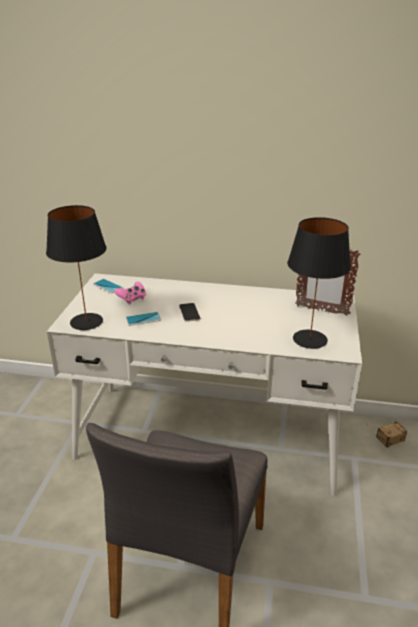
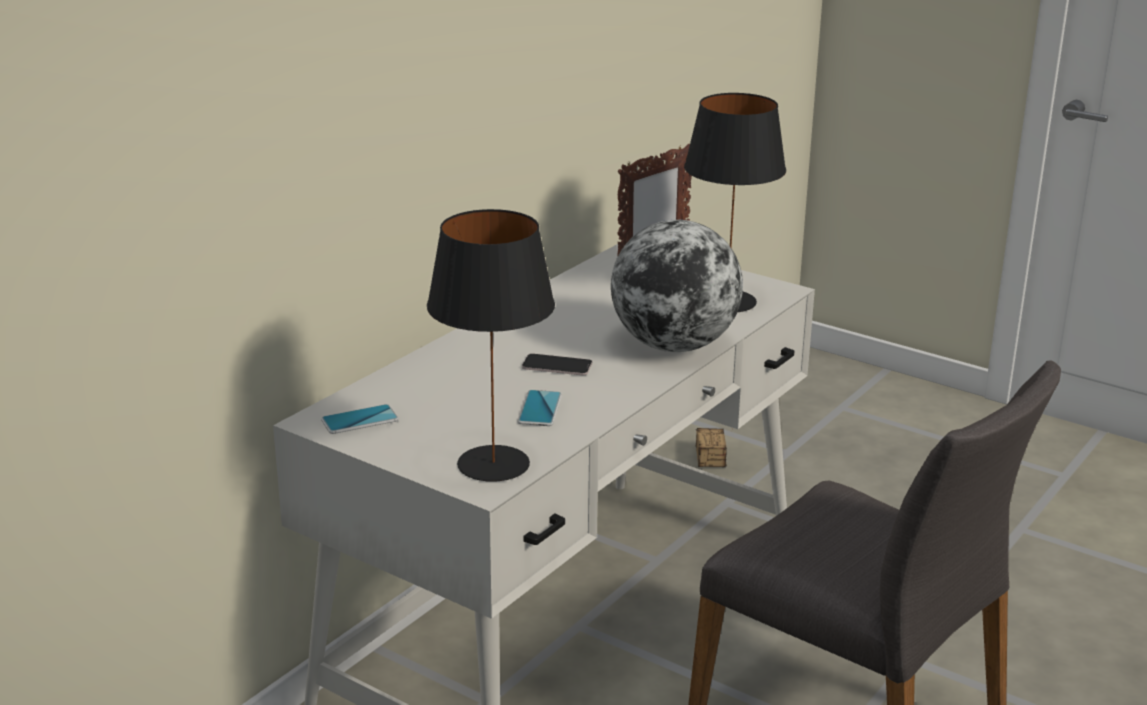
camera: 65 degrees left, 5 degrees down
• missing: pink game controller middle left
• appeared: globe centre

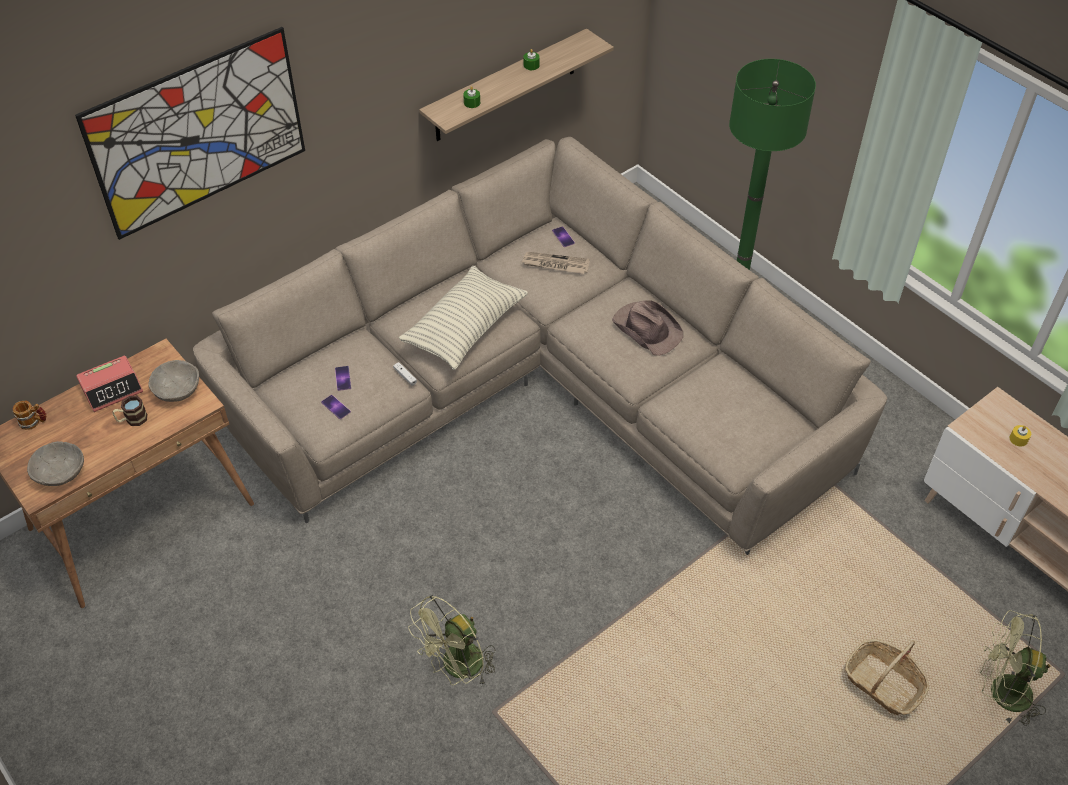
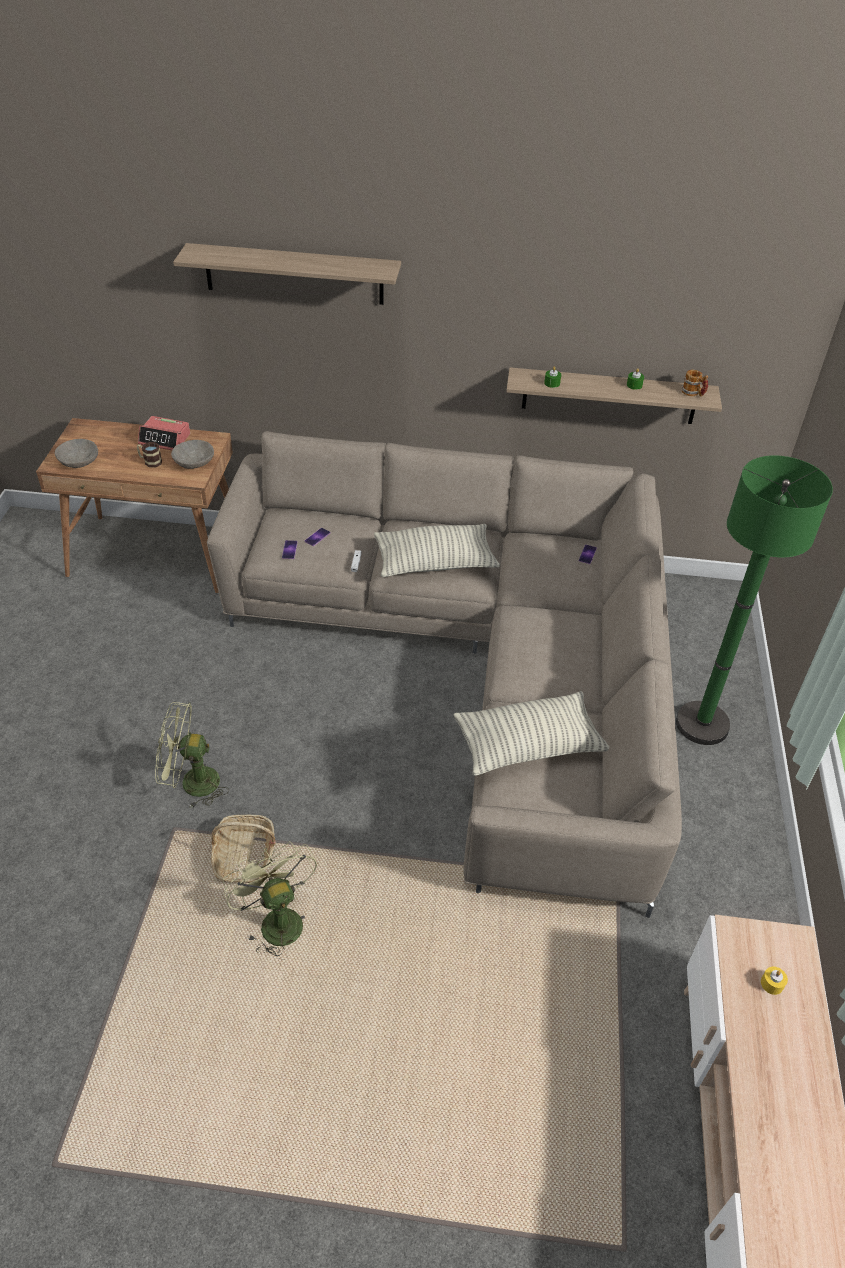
camera: 45 degrees right, 5 degrees down
• exchanged: picture top left to shelf (no. 1 from left) top centre
• missing: newspaper centre
• missing: brown hat centre
• relocated: mug (no. 1 from left in the first image) middle left to mug (no. 2 from left) top right
• relocated: green fan (no. 2 from left) bottom right to bottom left
• relocated: basket bottom right to bottom left
• appeared: pillow (no. 2 from left) centre

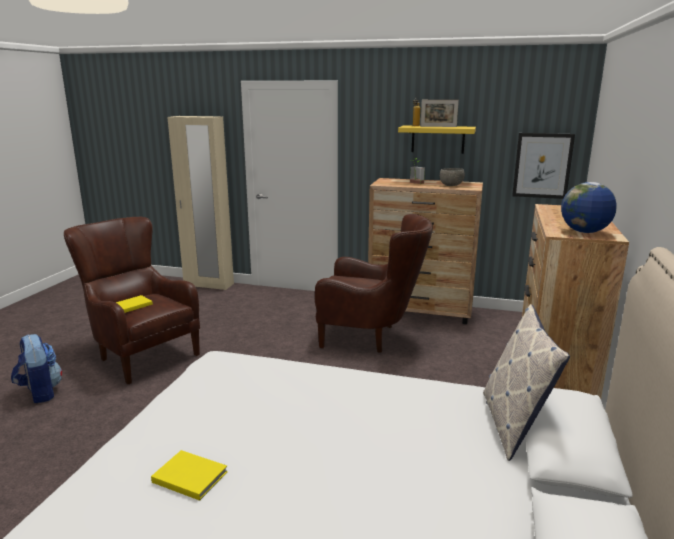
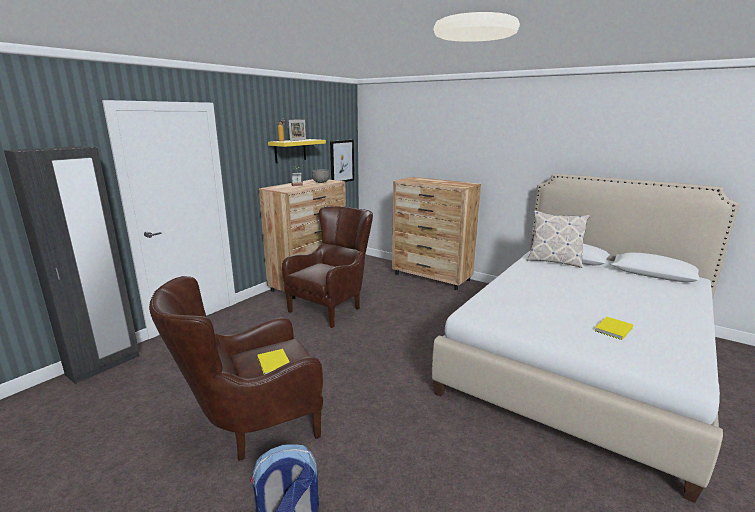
camera: 70 degrees left, 0 degrees up
• colour: beige wardrobe middle left to black wardrobe middle left
• missing: globe middle right

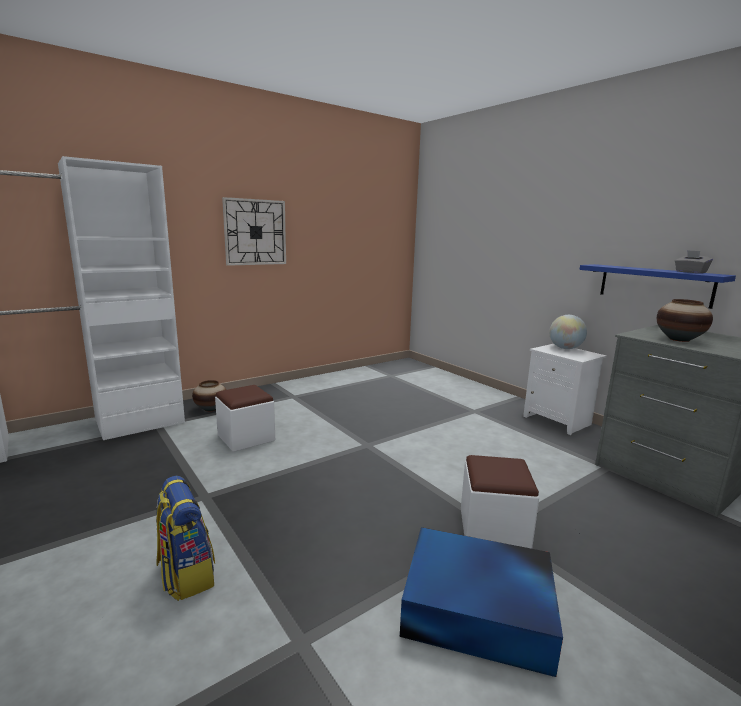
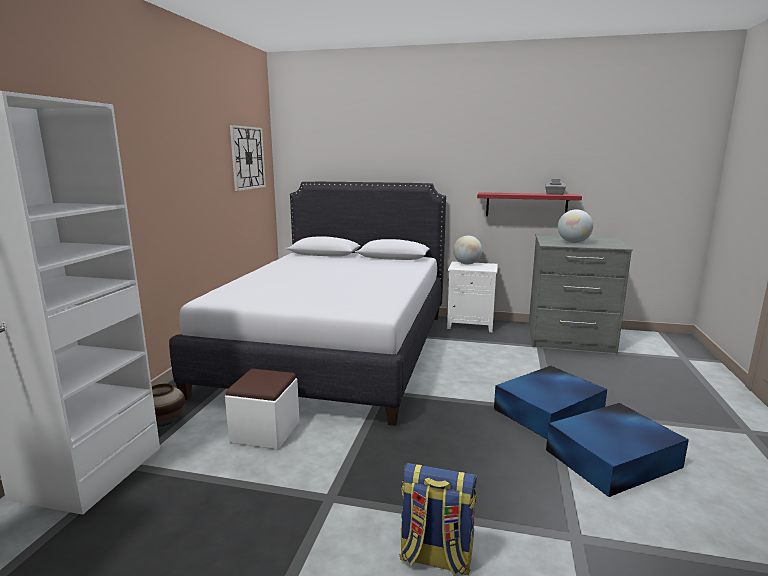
camera: 40 degrees left, 0 degrees up
• relocated: wall clock top centre to top left
• colour: blue shelf middle right to red shelf middle right
• exchanged: vase (no. 2 from left) middle right to globe (no. 2 from left) middle right
• exchanged: white ottoman (no. 2 from left) bottom right to blue storage box (no. 1 from left) bottom right
• appeared: white bed centre

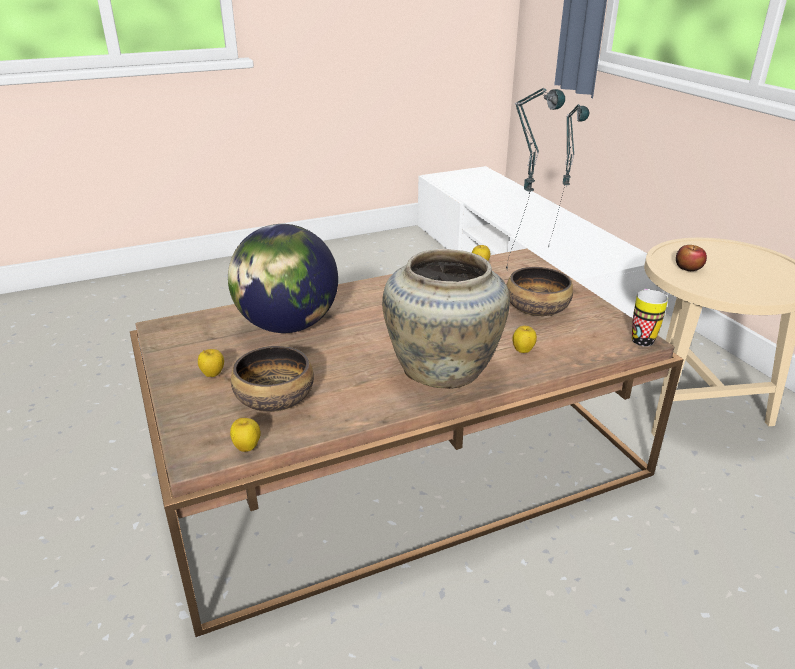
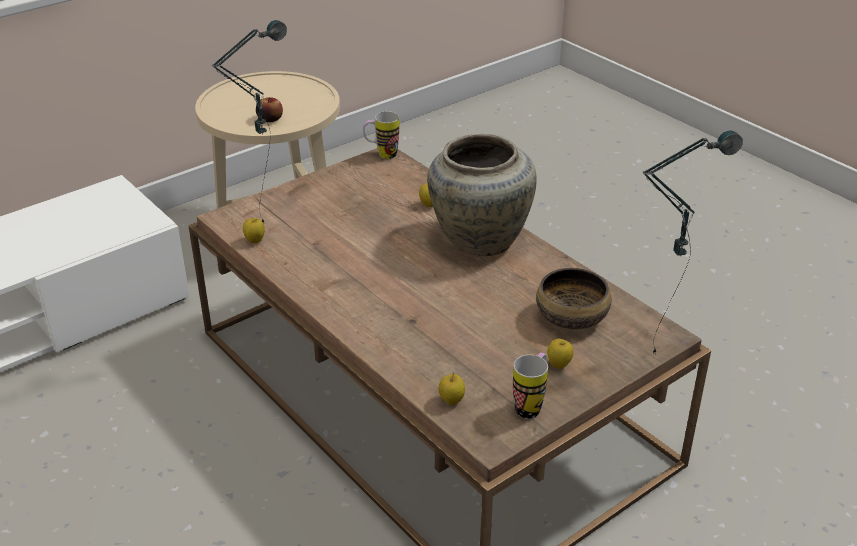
camera: 105 degrees left, 5 degrees up
• relocated: table lamp (no. 2 from left) top right to middle right
• missing: globe centre
• missing: bowl (no. 2 from left) middle right
• relocated: apple (no. 2 from left in the first image) middle left to apple (no. 4 from left) bottom centre
• appeared: mug (no. 2 from left) bottom centre

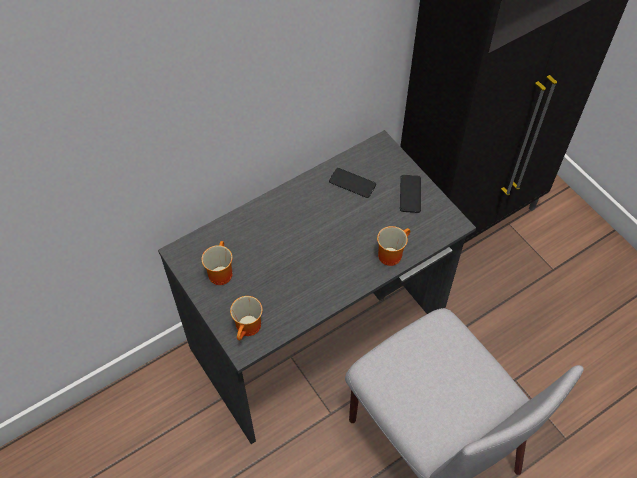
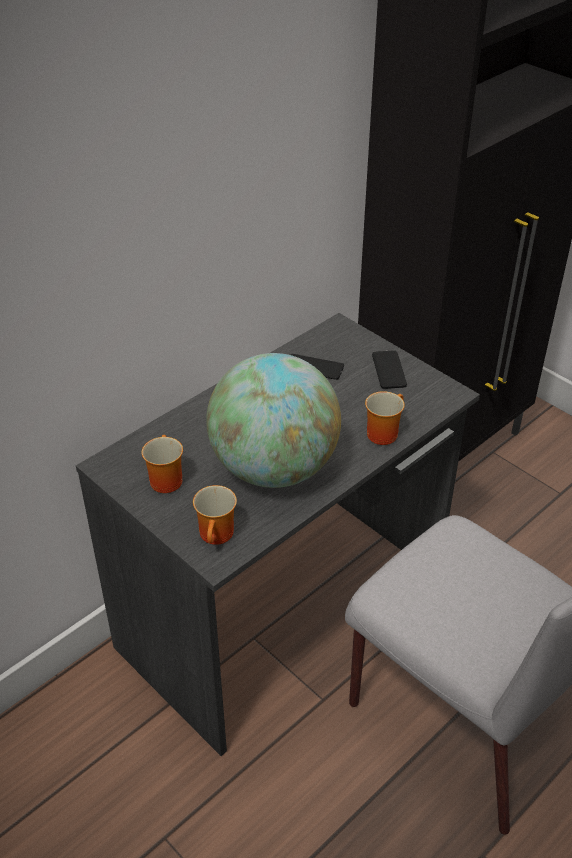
camera: 10 degrees left, 15 degrees down
• appeared: globe centre

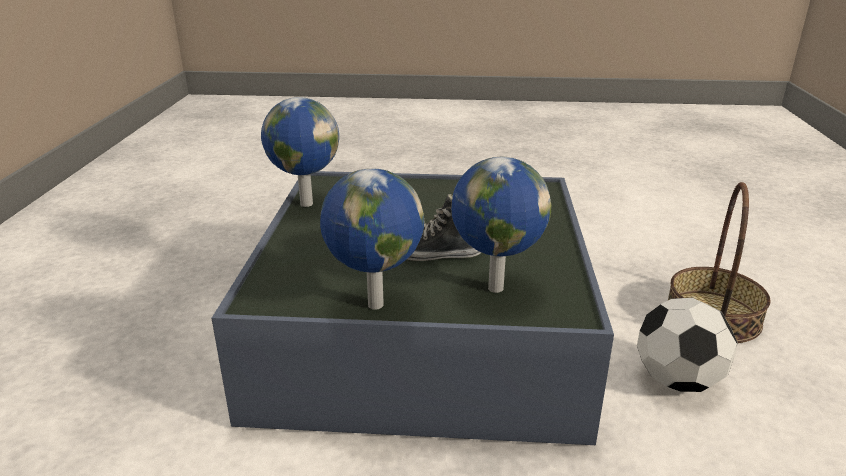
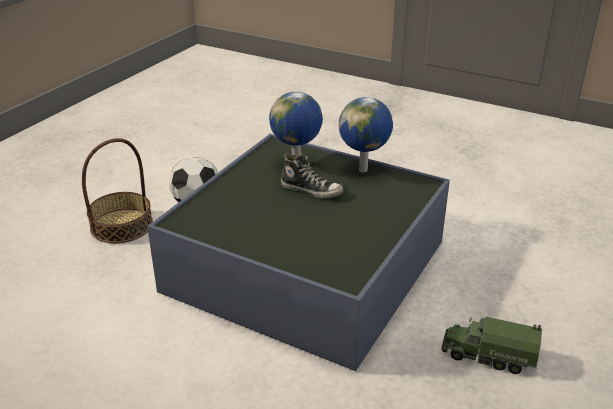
camera: 155 degrees left, 5 degrees up
• missing: globe (no. 1 from left) top centre
• appeared: toy truck bottom right

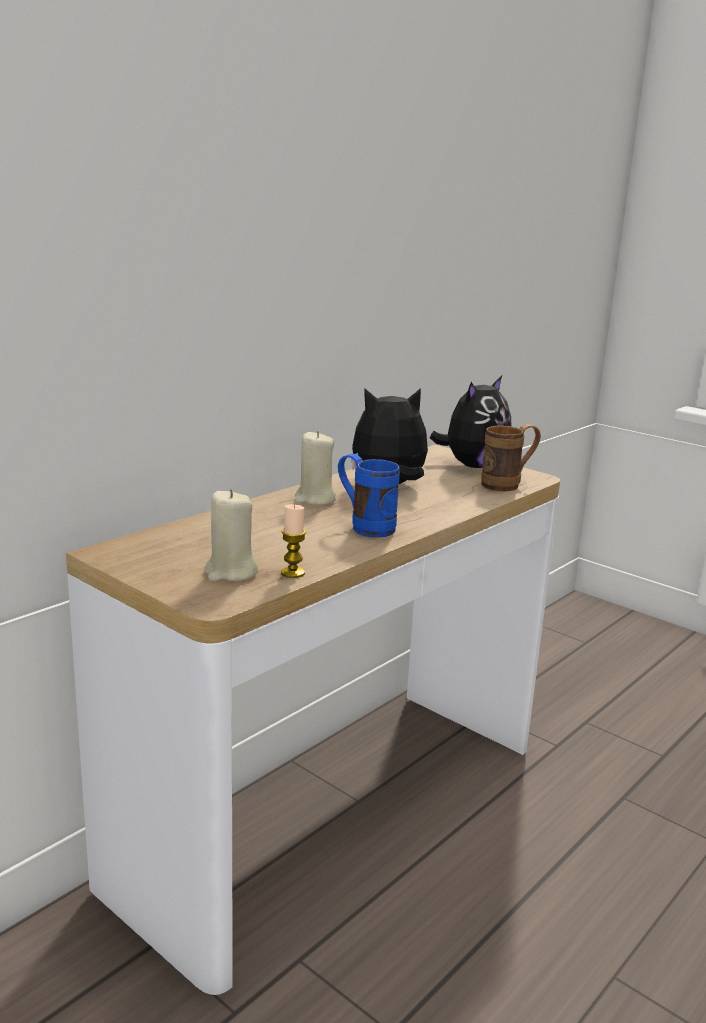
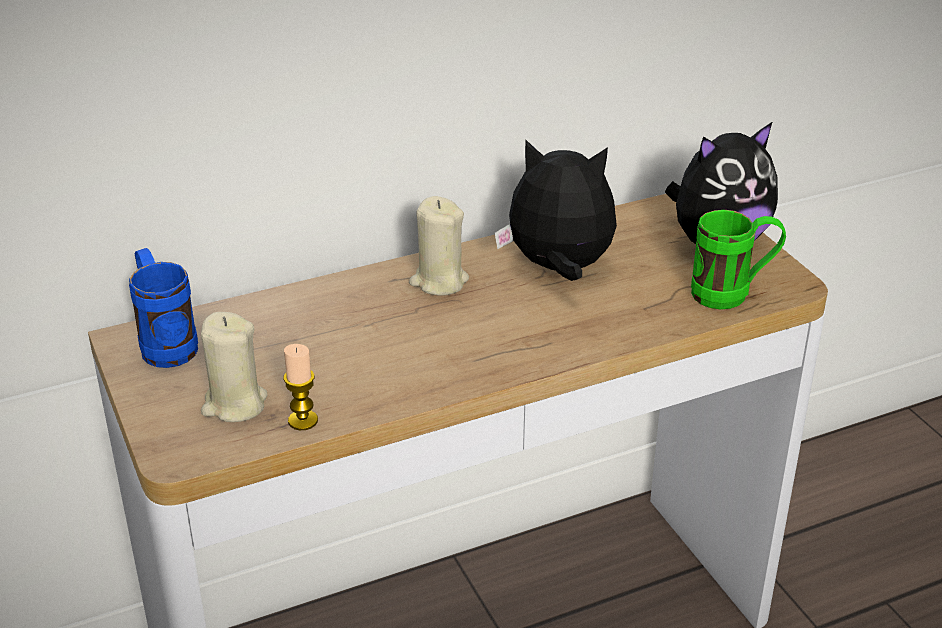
camera: 25 degrees right, 15 degrees up
• colour: brown mug middle right to green mug middle right
• relocated: blue mug centre to middle left

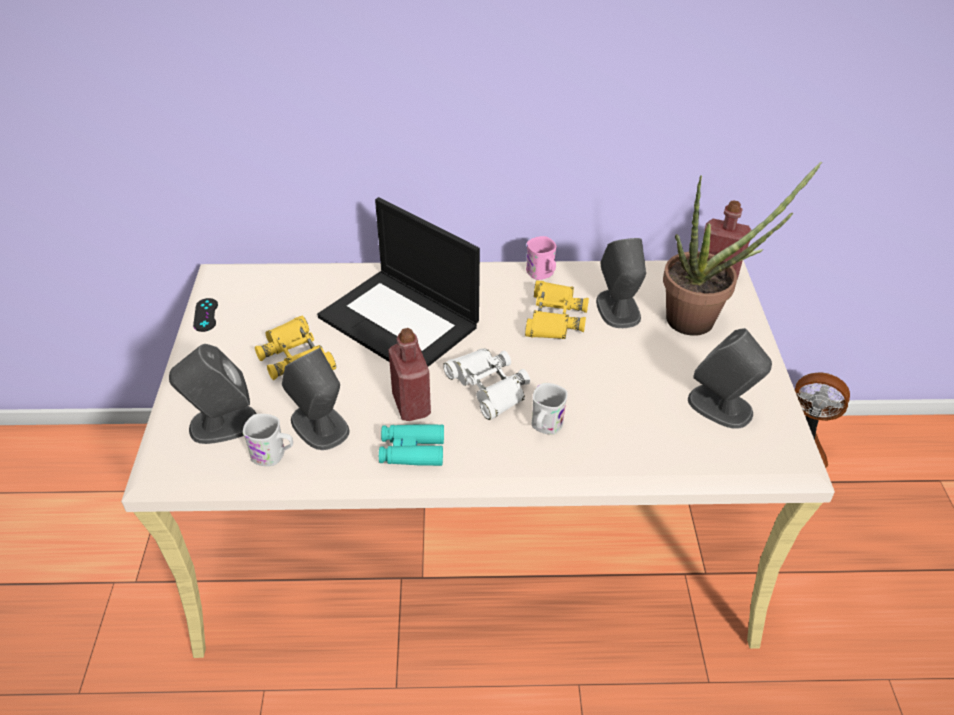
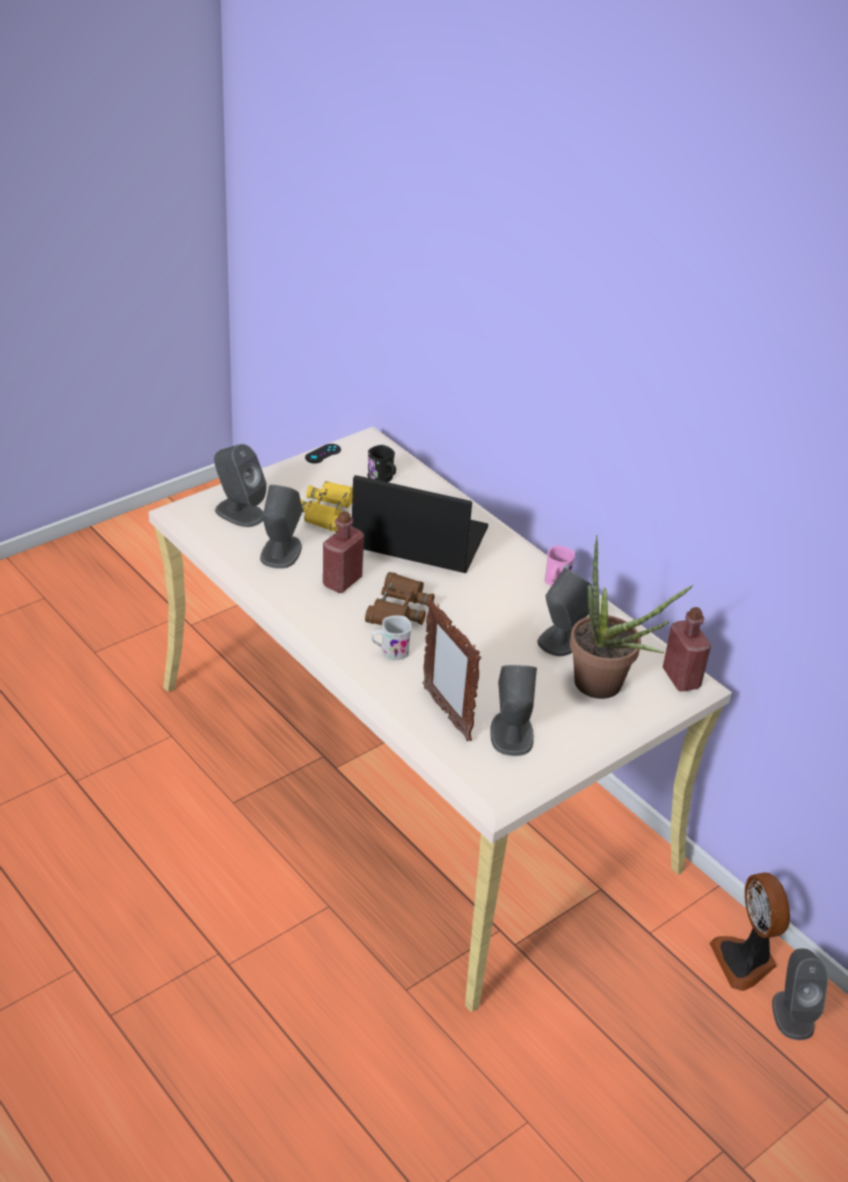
camera: 50 degrees right, 5 degrees down
• spun: laptop centre = centre 105 degrees clockwise
• missing: yellow binoculars (no. 2 from left) centre
• colour: white binoculars centre to brown binoculars centre
• missing: white mug (no. 1 from left) middle left
• missing: turquoise binoculars centre
• appeared: black mug centre
• appeared: picture frame centre
• appeared: grey speaker (no. 5 from left) bottom right

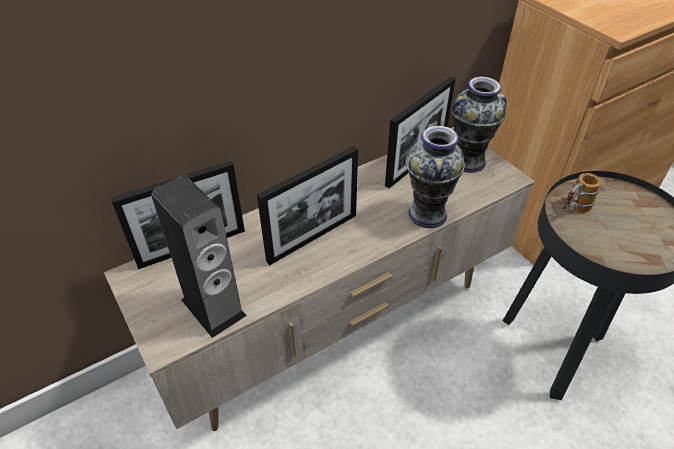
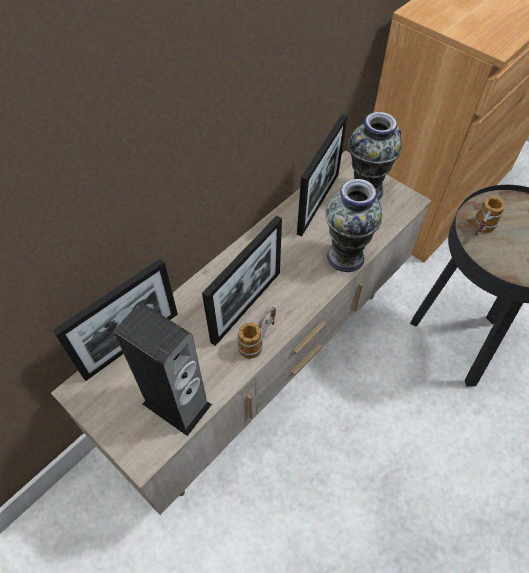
camera: 15 degrees left, 10 degrees up
• appeared: mug (no. 1 from left) centre

